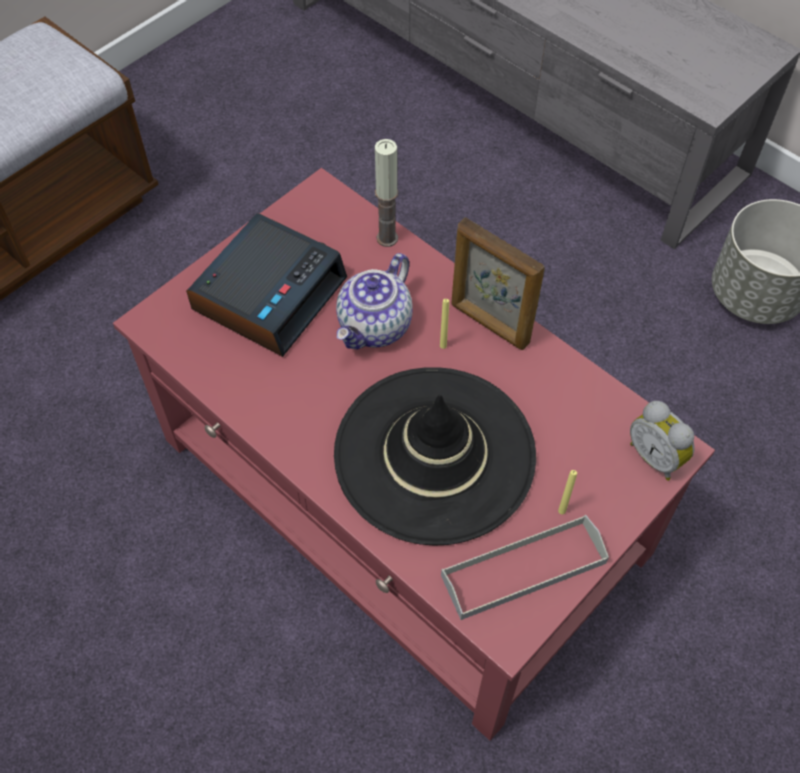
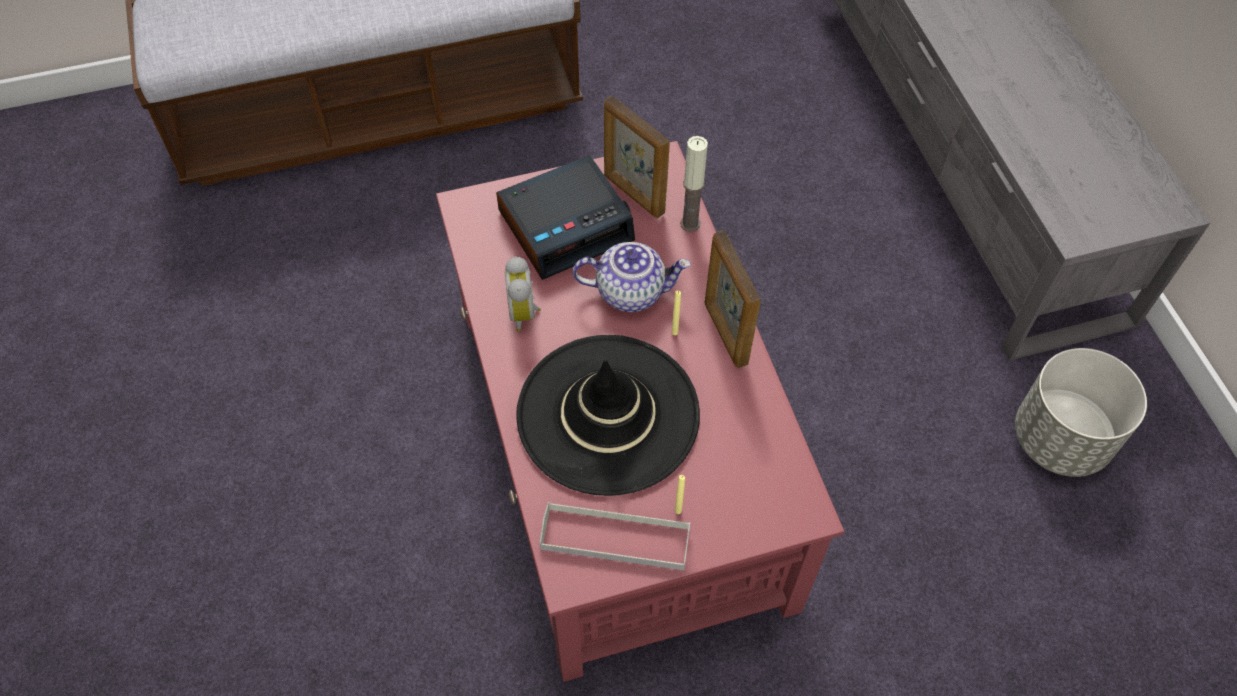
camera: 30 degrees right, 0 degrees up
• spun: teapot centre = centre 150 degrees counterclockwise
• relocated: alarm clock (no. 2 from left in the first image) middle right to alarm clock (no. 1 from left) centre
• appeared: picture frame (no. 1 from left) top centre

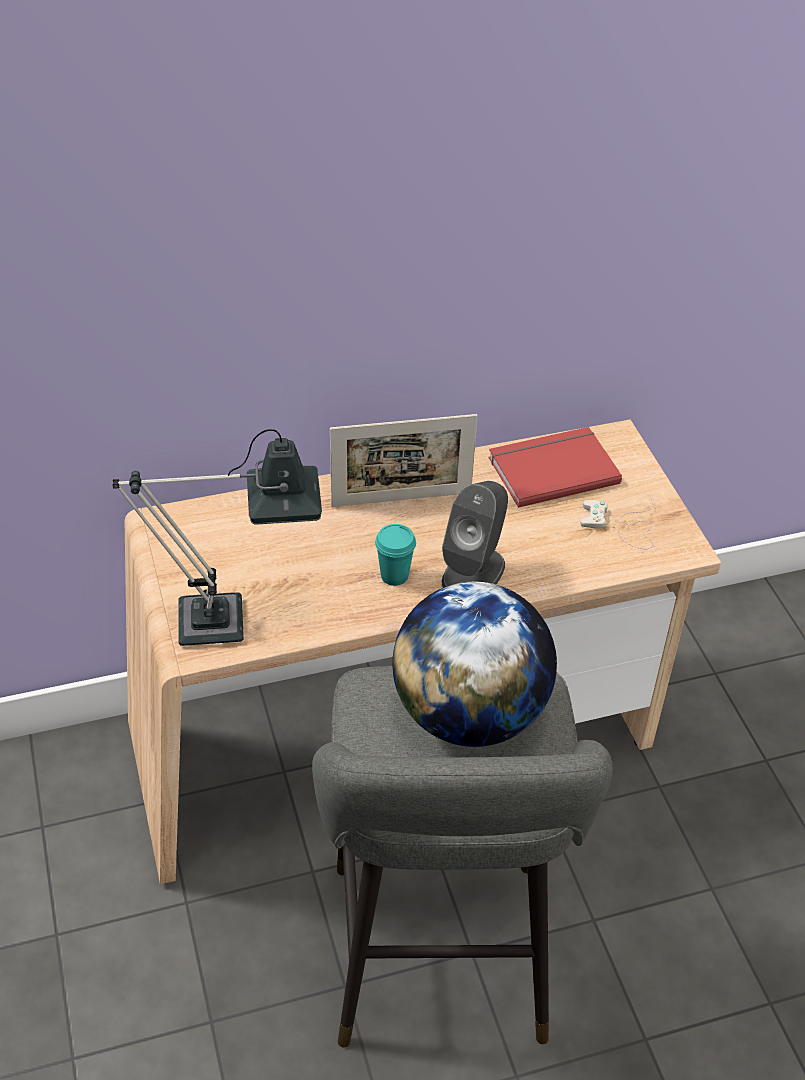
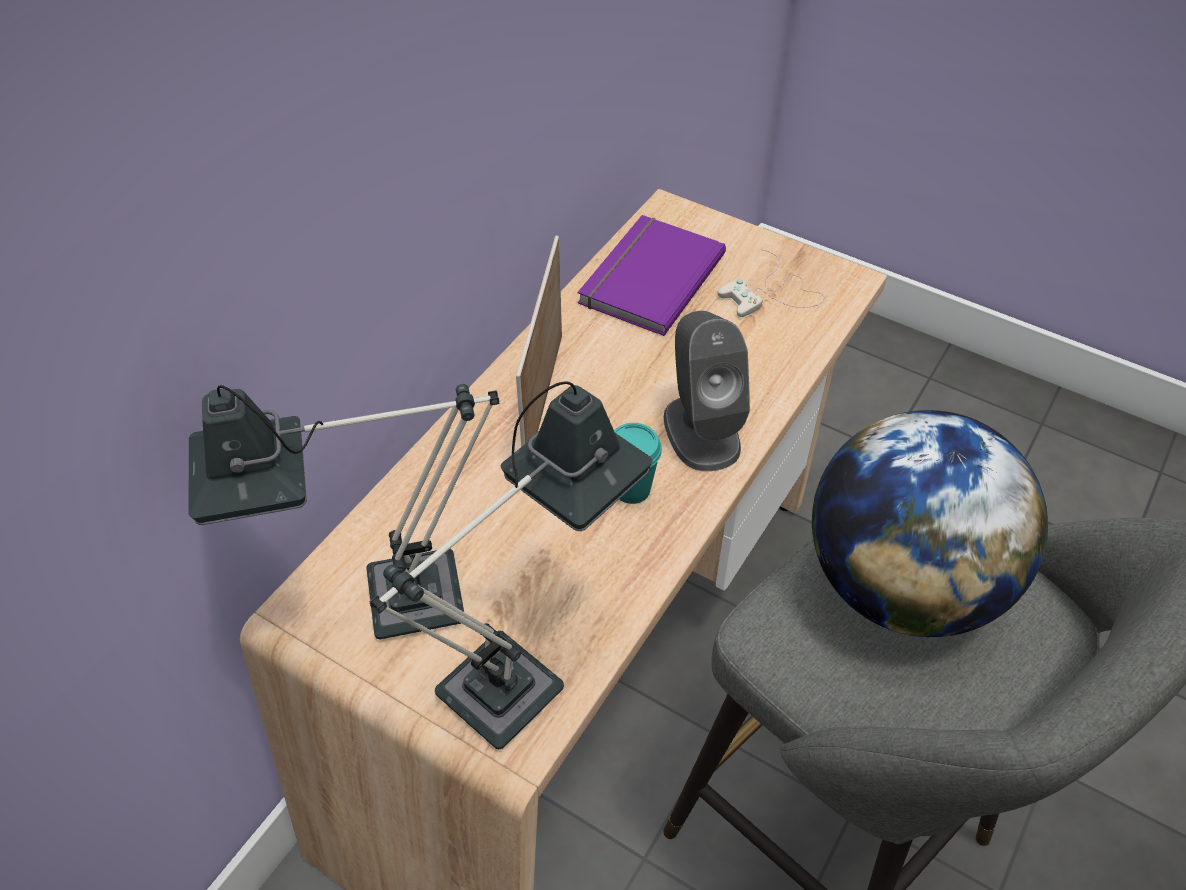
camera: 40 degrees left, 5 degrees up
• spun: picture frame centre = centre 150 degrees clockwise
• colour: red book middle right to purple book top centre
• appeared: table lamp (no. 1 from left) middle left

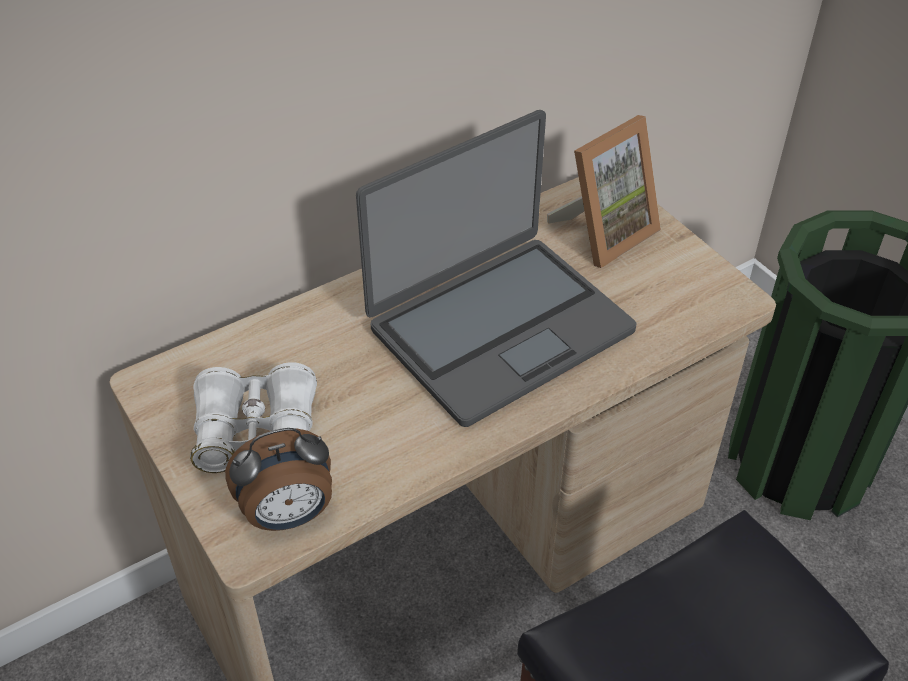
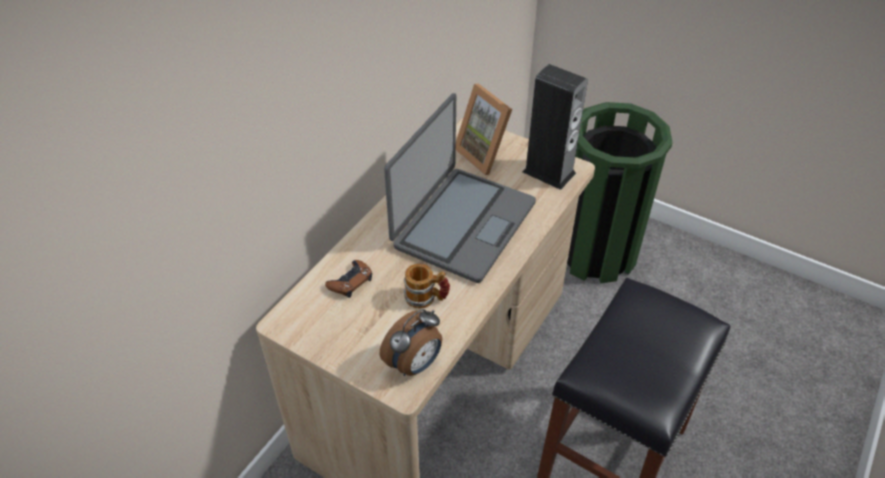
camera: 25 degrees left, 0 degrees up
• spun: picture frame top centre = top centre 120 degrees clockwise
• missing: white binoculars middle left
• appeared: speaker top centre
• appeared: brown game controller centre
• appeared: mug centre

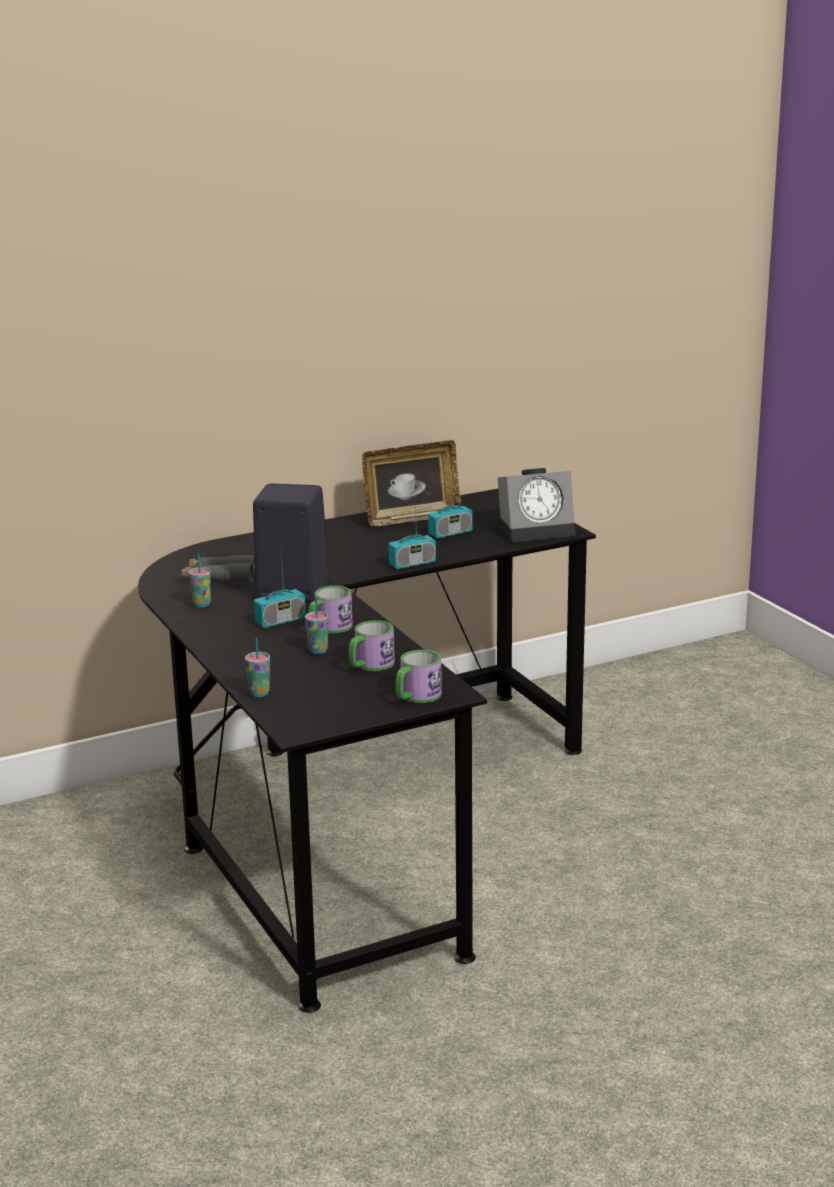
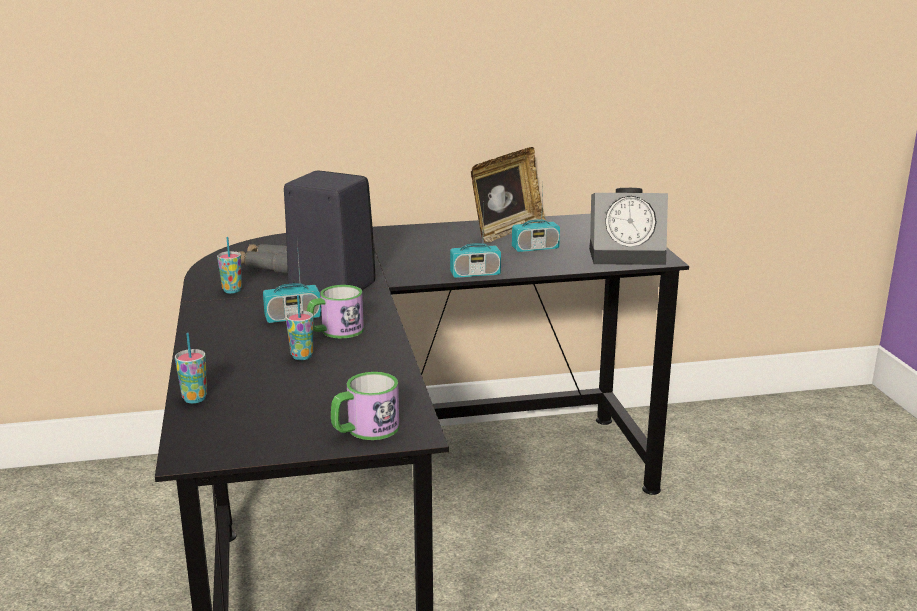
camera: 15 degrees right, 0 degrees up
• spun: picture frame centre = top centre 45 degrees counterclockwise
• missing: mug (no. 2 from left) centre

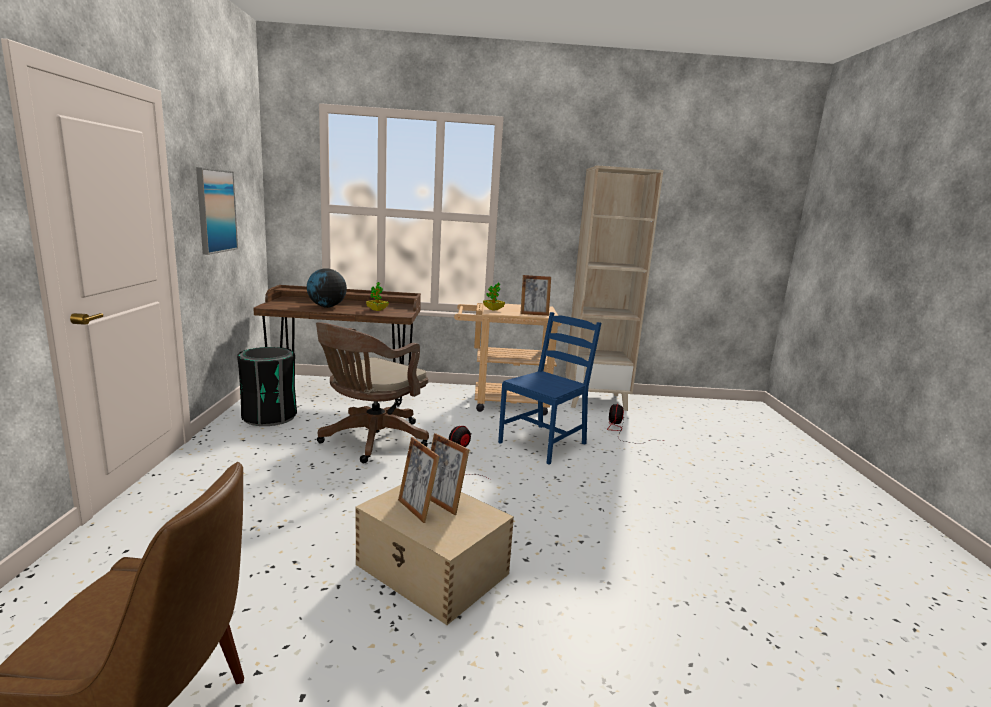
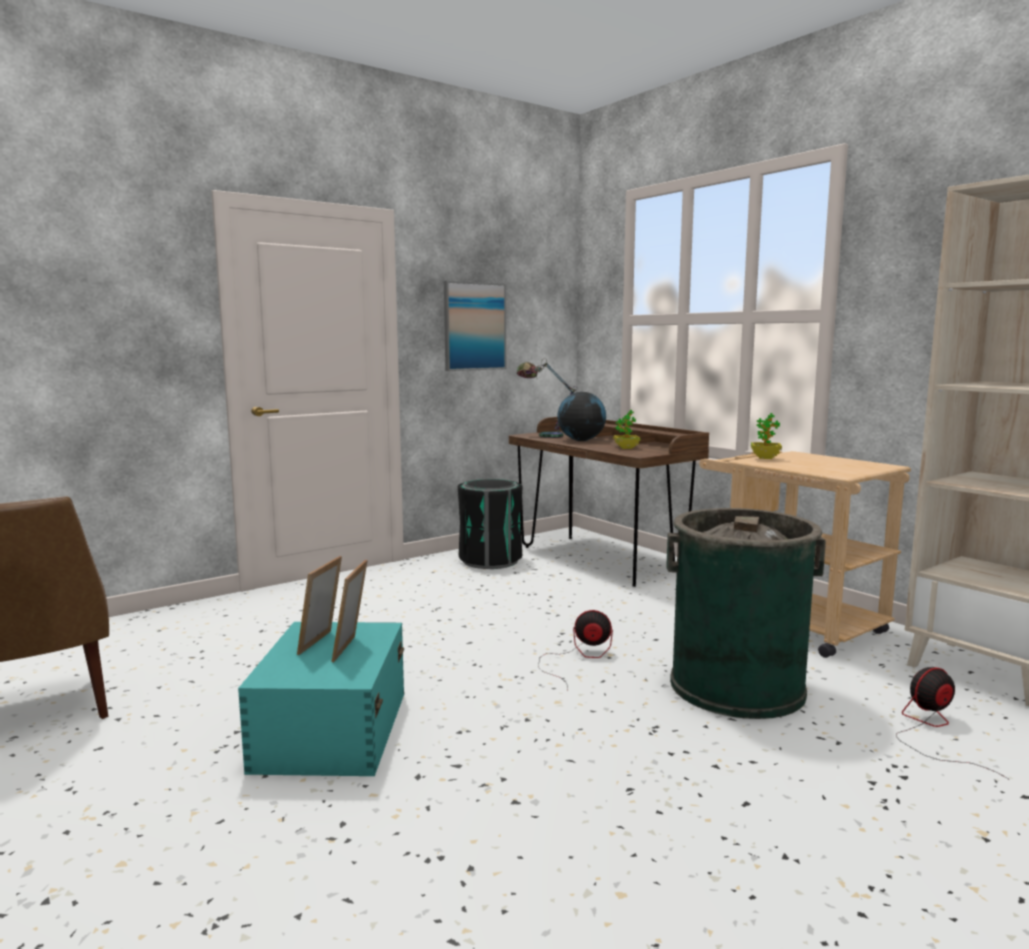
camera: 55 degrees right, 5 degrees down
• missing: picture frame (no. 3 from left) centre
• exchanged: blue chair centre to green trash can middle right
• missing: brown office chair centre
• colour: beige storage box bottom centre to turquoise storage box bottom left
• appeared: table lamp centre

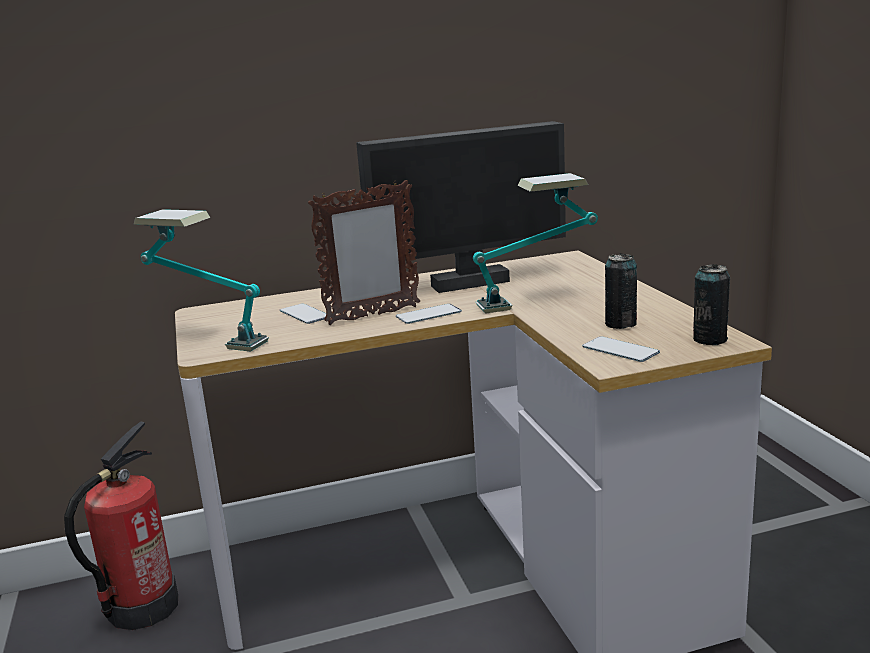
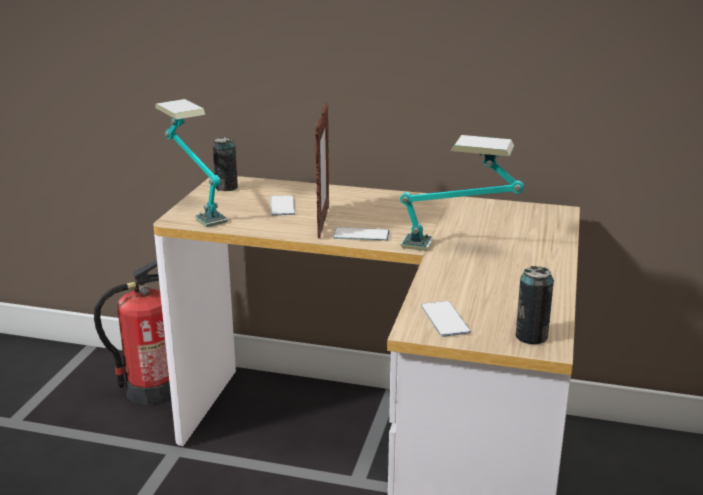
camera: 30 degrees right, 5 degrees up
• missing: monitor top centre
• spun: picture frame centre = centre 90 degrees counterclockwise
• relocated: can (no. 1 from left) middle right to top left

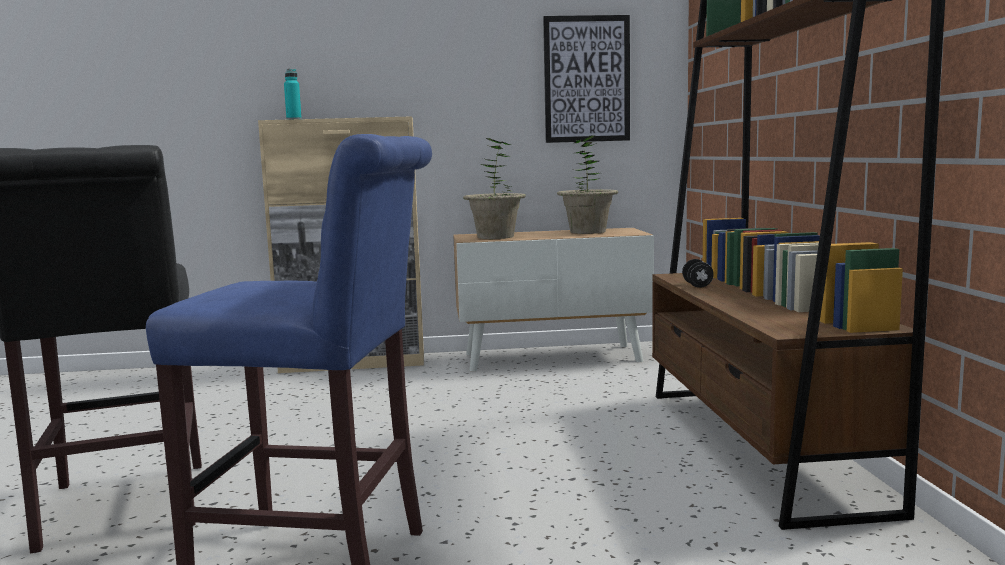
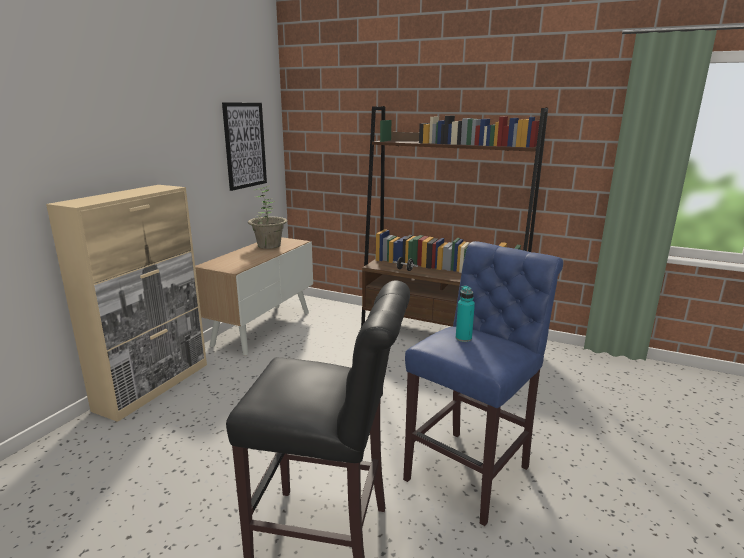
camera: 60 degrees left, 10 degrees up
• relocated: turquoise bottle top left to centre
• missing: potted plant (no. 1 from left) top centre

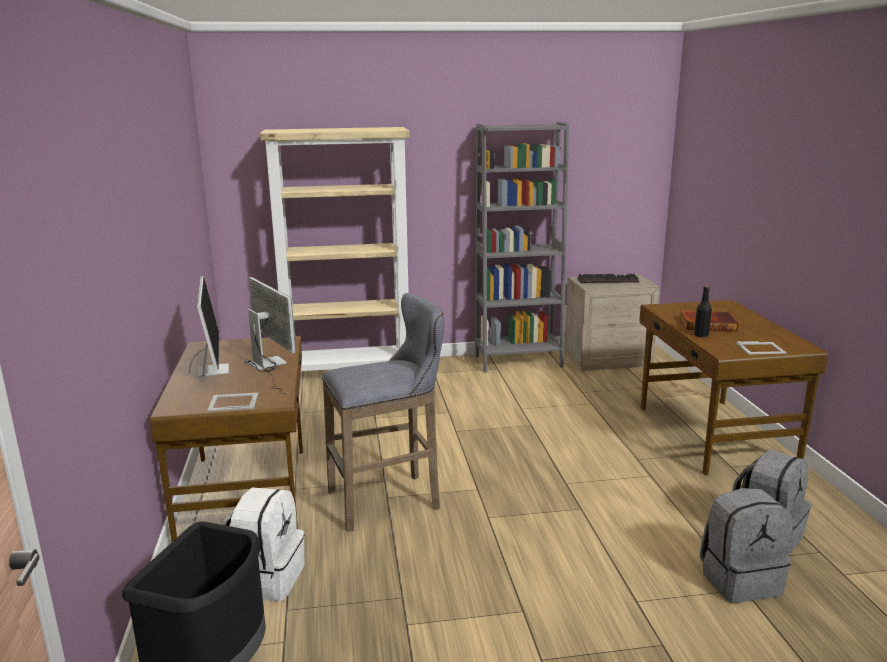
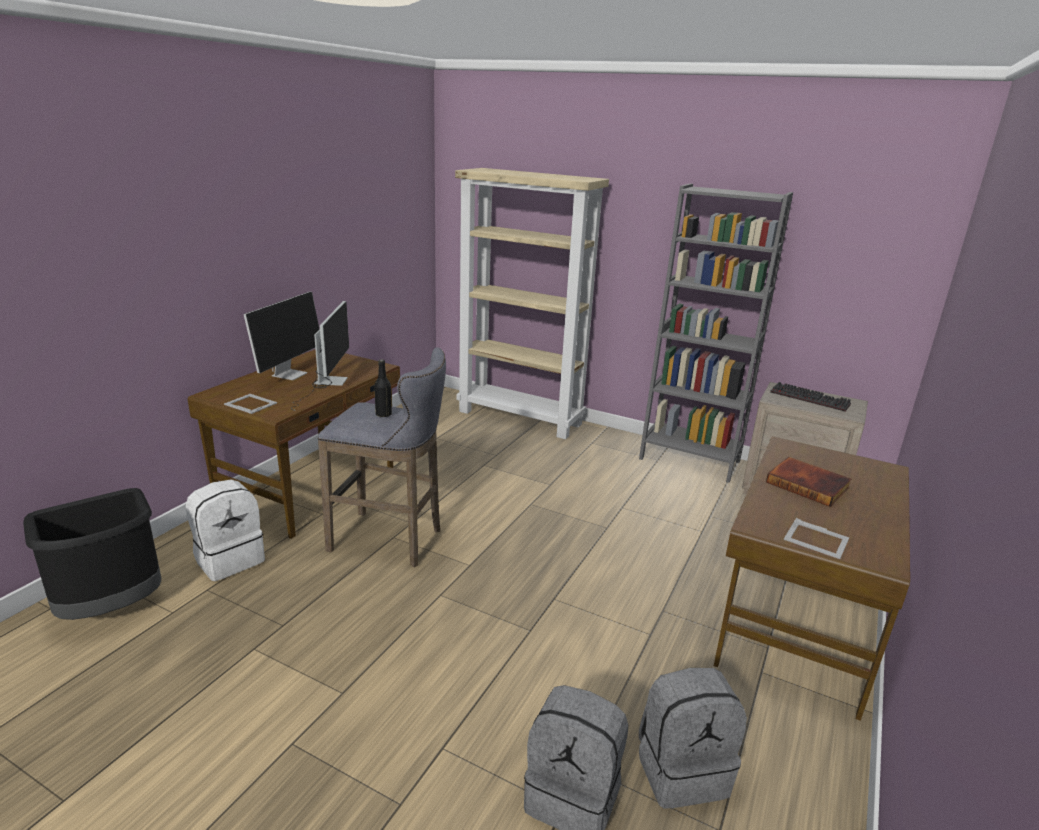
camera: 35 degrees right, 5 degrees up
• relocated: black bottle middle right to centre

